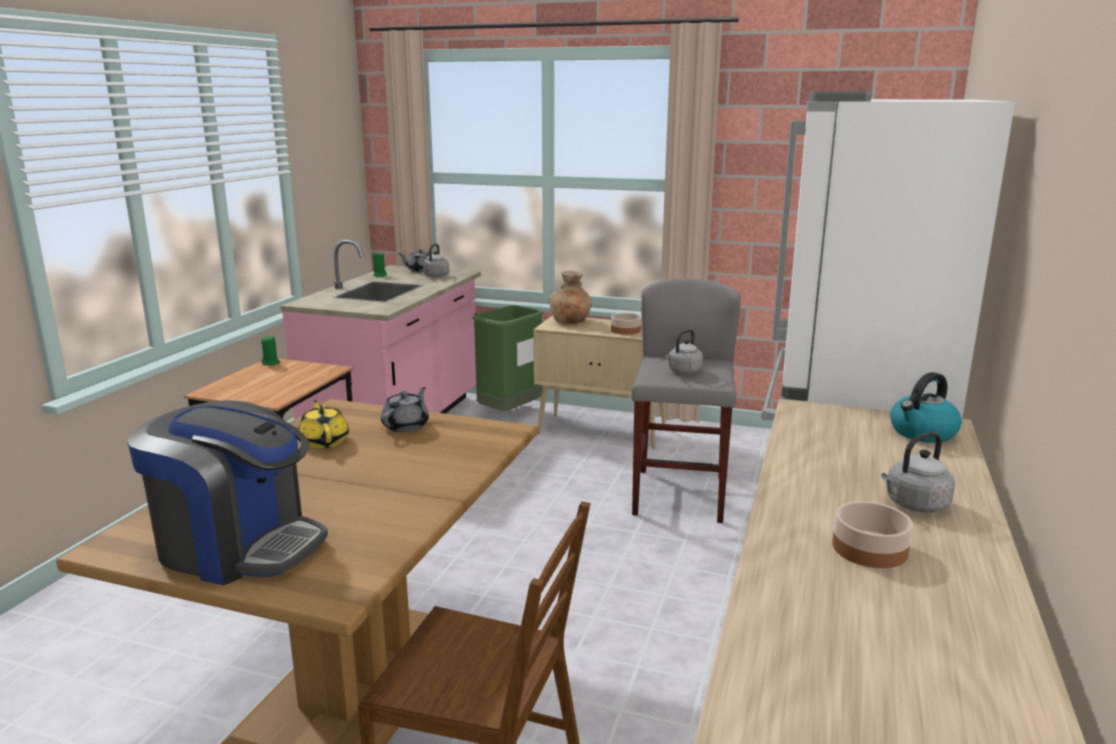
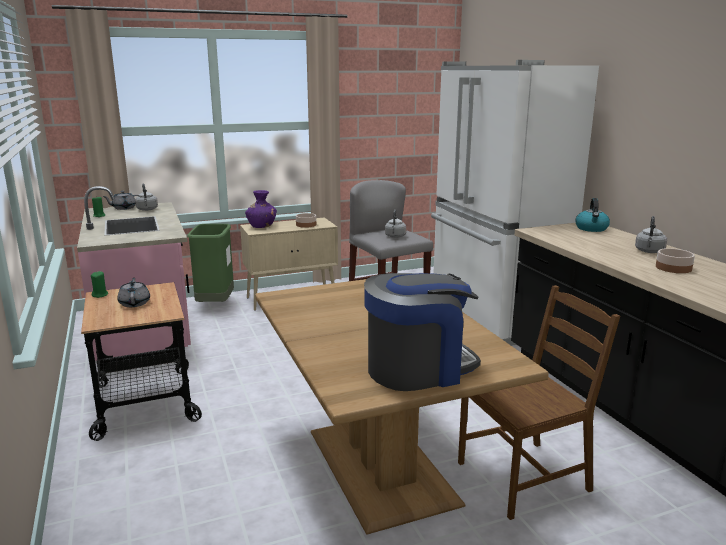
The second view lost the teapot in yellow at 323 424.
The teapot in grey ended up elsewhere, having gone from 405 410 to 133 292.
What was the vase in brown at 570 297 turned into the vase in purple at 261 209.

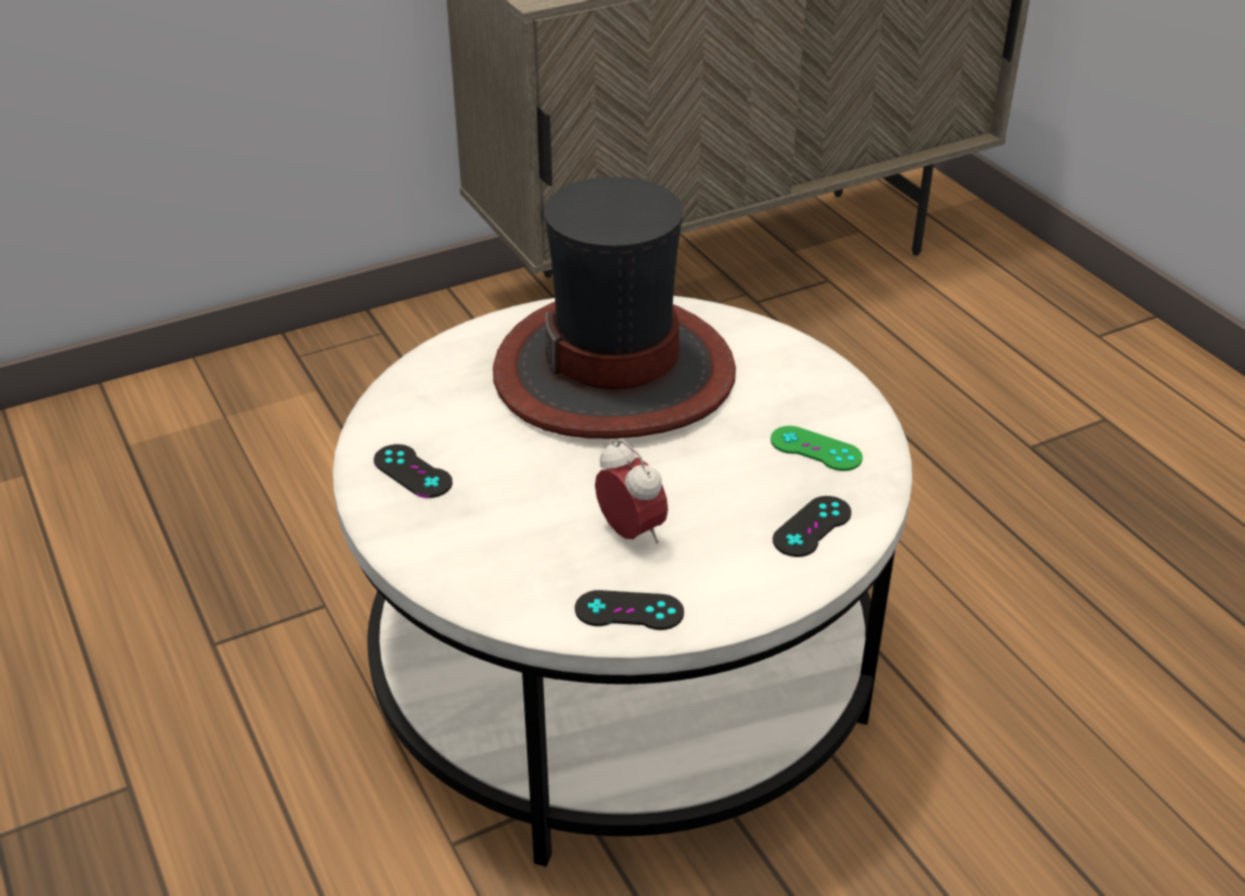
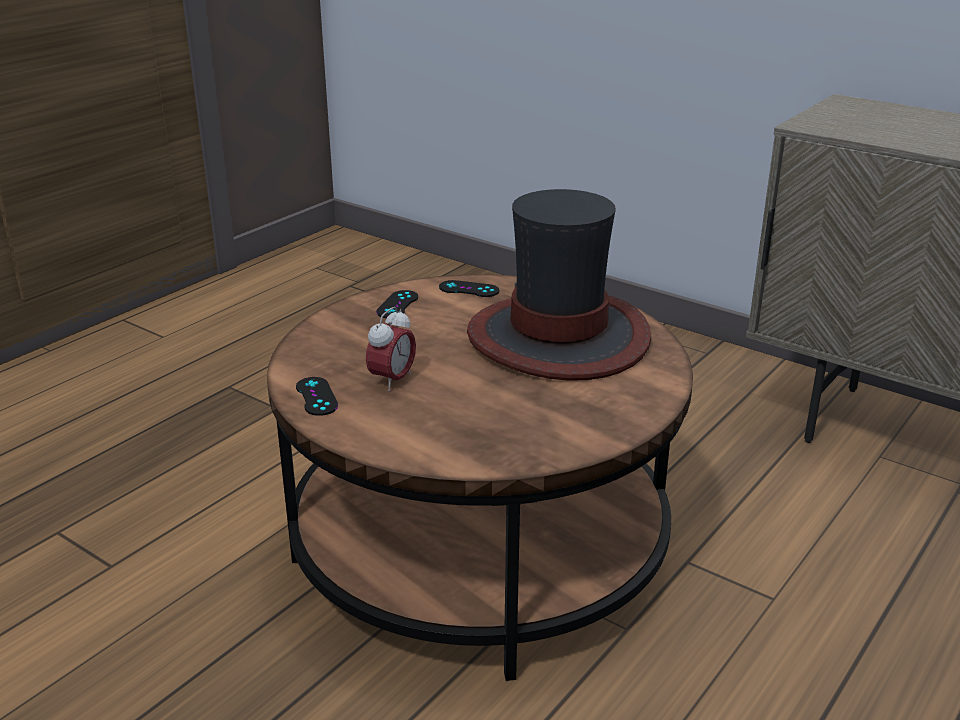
The second view lost the game controller in green at 817 448.
The game controller in black ended up elsewhere, having gone from 811 526 to 469 288.
What was the coffee table in white at 622 581 turned into the coffee table in brown at 480 477.

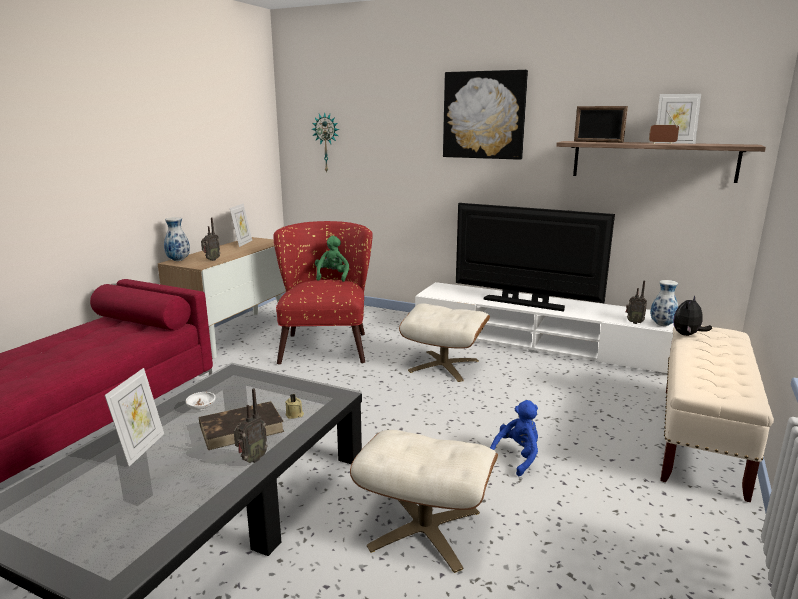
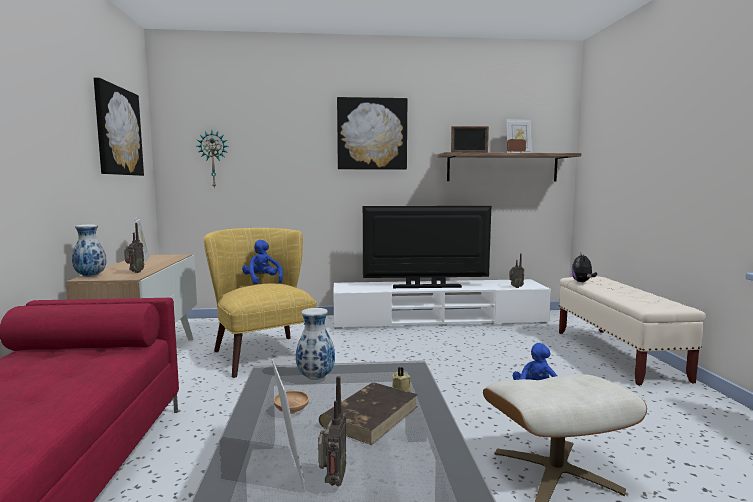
The second view lost the ottoman in beige at 444 342.
The second view gained the picture at 119 127.
The radio ended up elsewhere, having gone from 251 425 to 332 431.
The vase ended up elsewhere, having gone from 664 303 to 315 344.
What was the bowl in white at 201 401 turned into the bowl in brown at 291 402.
What was the armchair in red at 322 293 turned into the armchair in yellow at 260 303.
What was the plush toy in green at 332 259 turned into the plush toy in blue at 262 262.

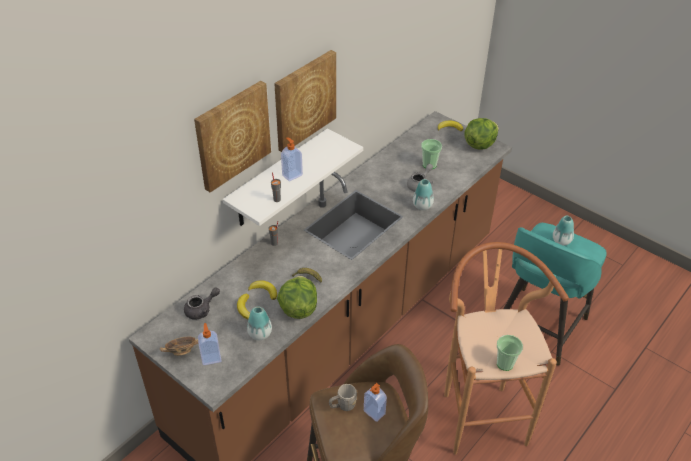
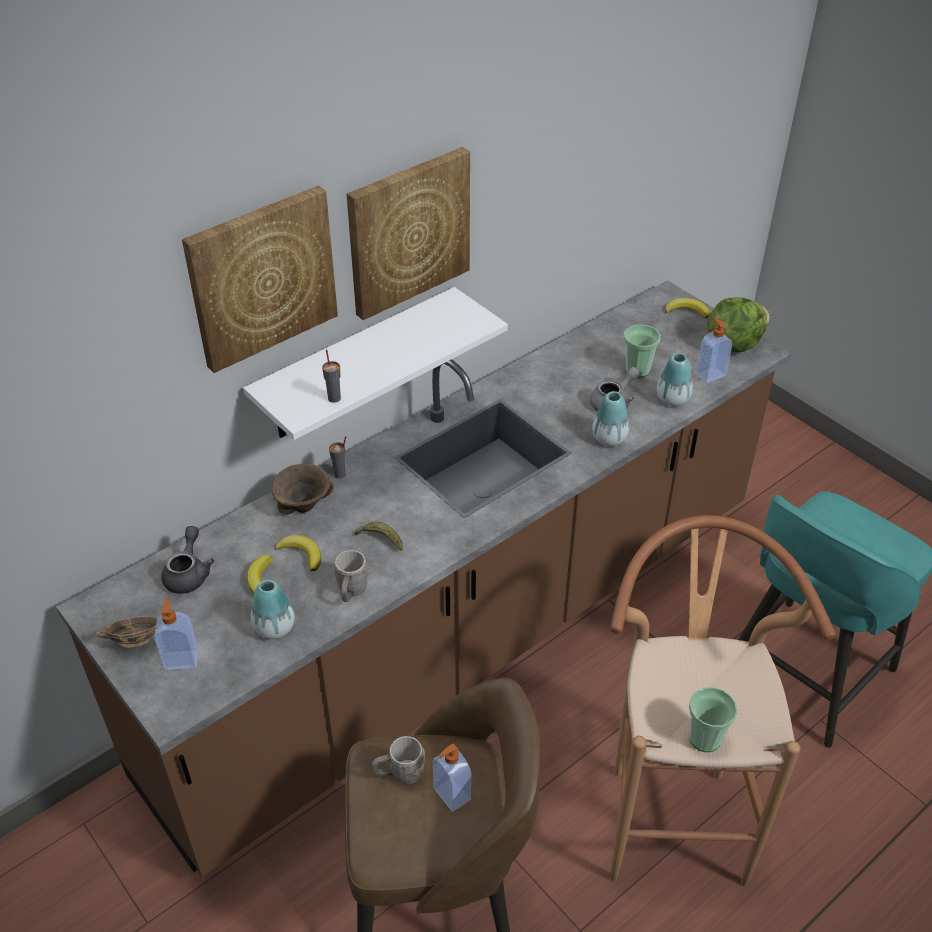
The second view gained the bowl in brown at 303 489.
The soap dispenser ended up elsewhere, having gone from 292 159 to 714 350.
The vase ended up elsewhere, having gone from 563 231 to 675 379.
Where the lettuce stood at 297 297, the mug in grey came to stand at 352 576.
The teapot in grey at 202 303 ended up facing another way, 60 degrees counterclockwise from before.

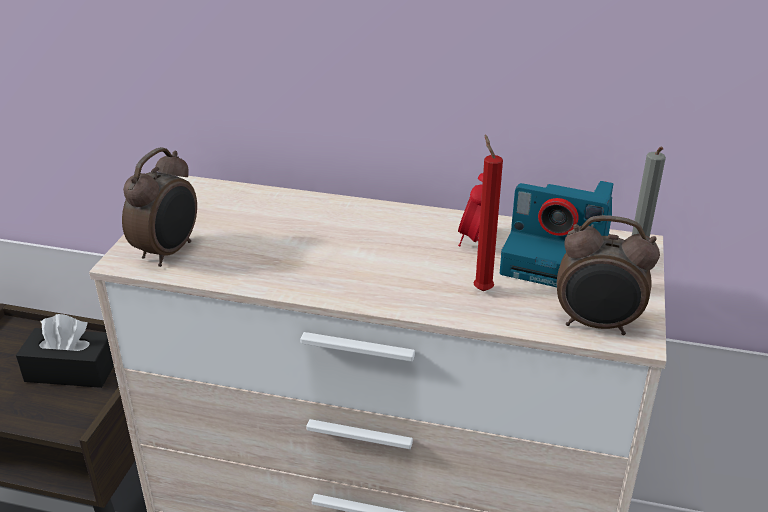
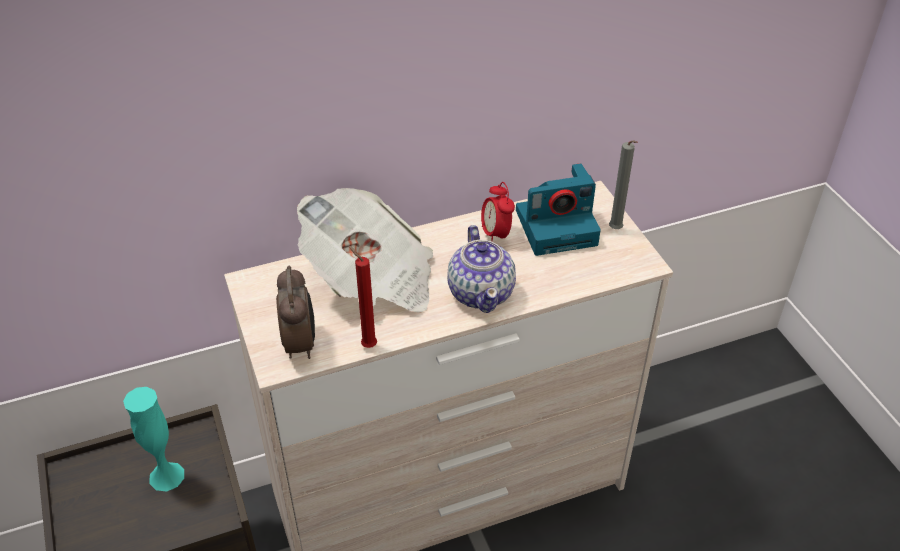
The second view lost the alarm clock at 608 275.
The second view gained the newspaper at 365 250.
The second view gained the teapot at 481 269.
The candle in red ended up elsewhere, having gone from 488 213 to 363 297.
Where the tissue box in black stood at 65 351, the vase in turquoise came to stand at 153 439.

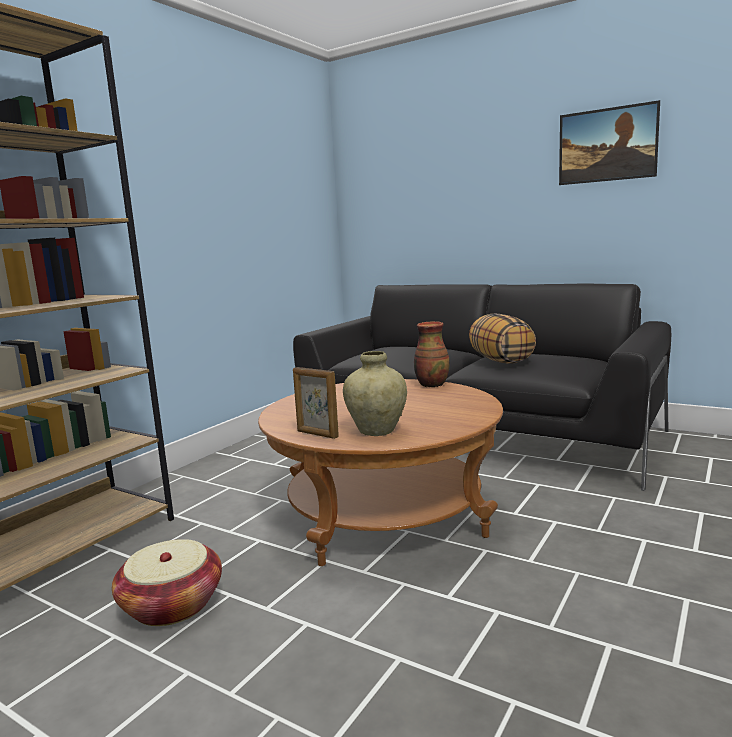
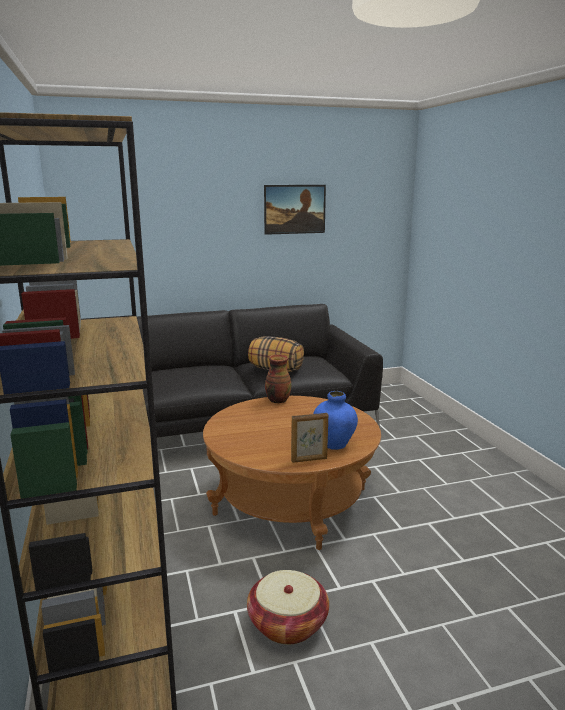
What was the vase in beige at 375 393 turned into the vase in blue at 335 420.

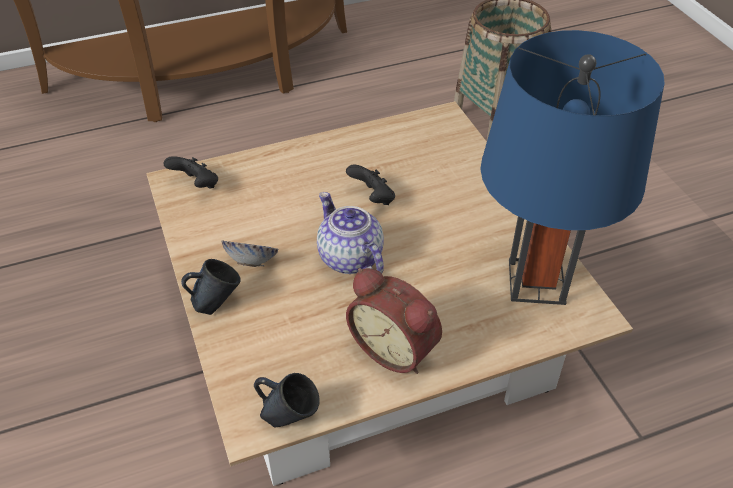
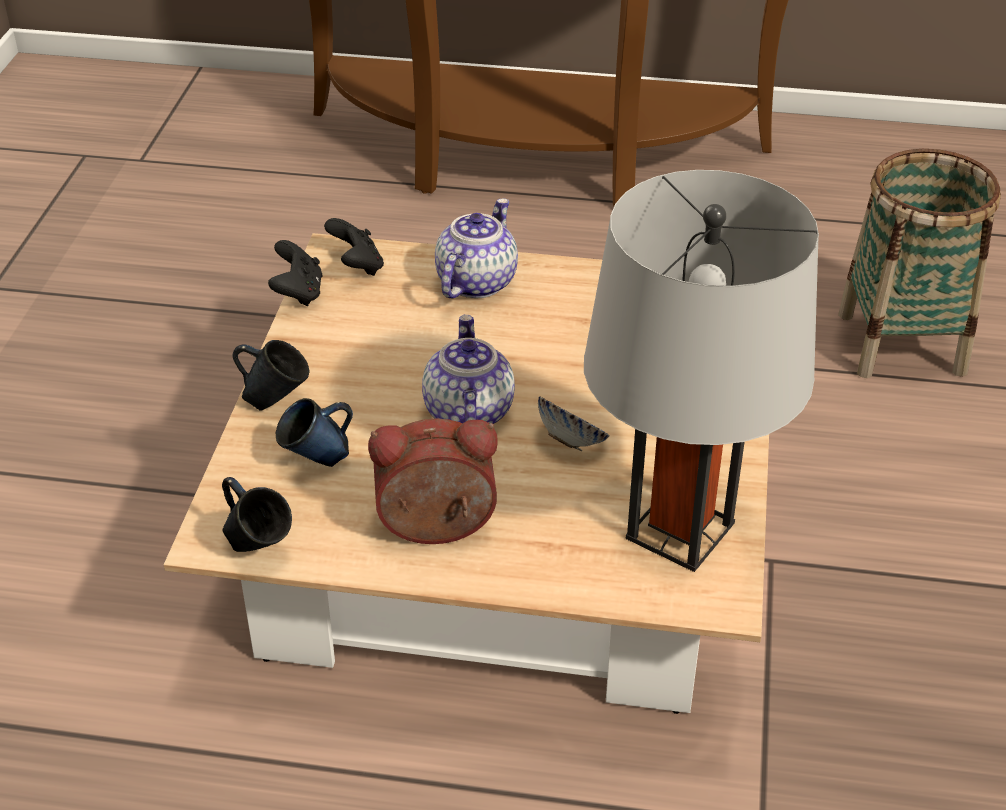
The second view gained the mug in blue at 314 432.
The second view gained the teapot at 476 248.
The bowl ended up elsewhere, having gone from 250 254 to 574 423.
The game controller in black ended up elsewhere, having gone from 370 185 to 295 273.
What was the table lamp in blue at 572 167 turned into the table lamp in grey at 701 371.
The alarm clock at 394 321 ended up facing another way, 105 degrees clockwise from before.

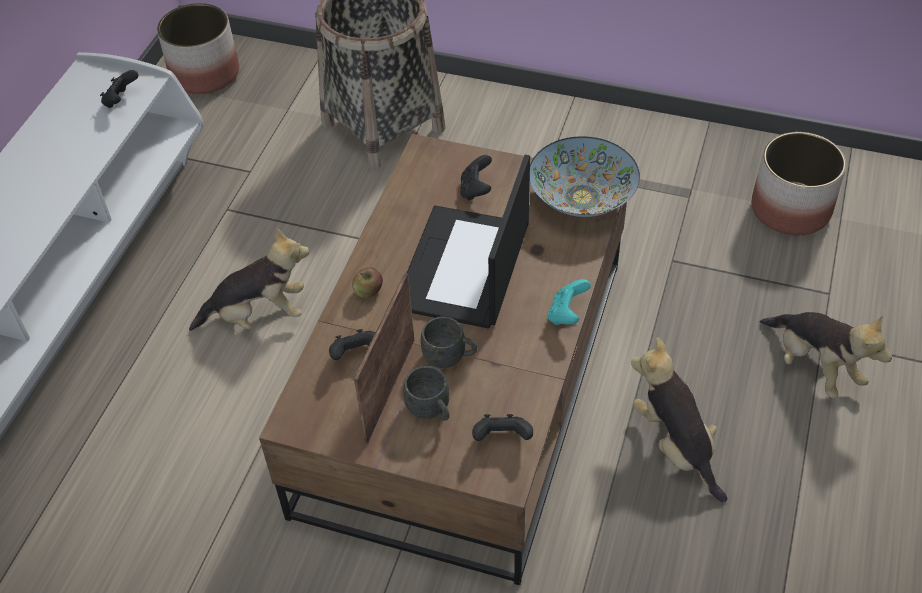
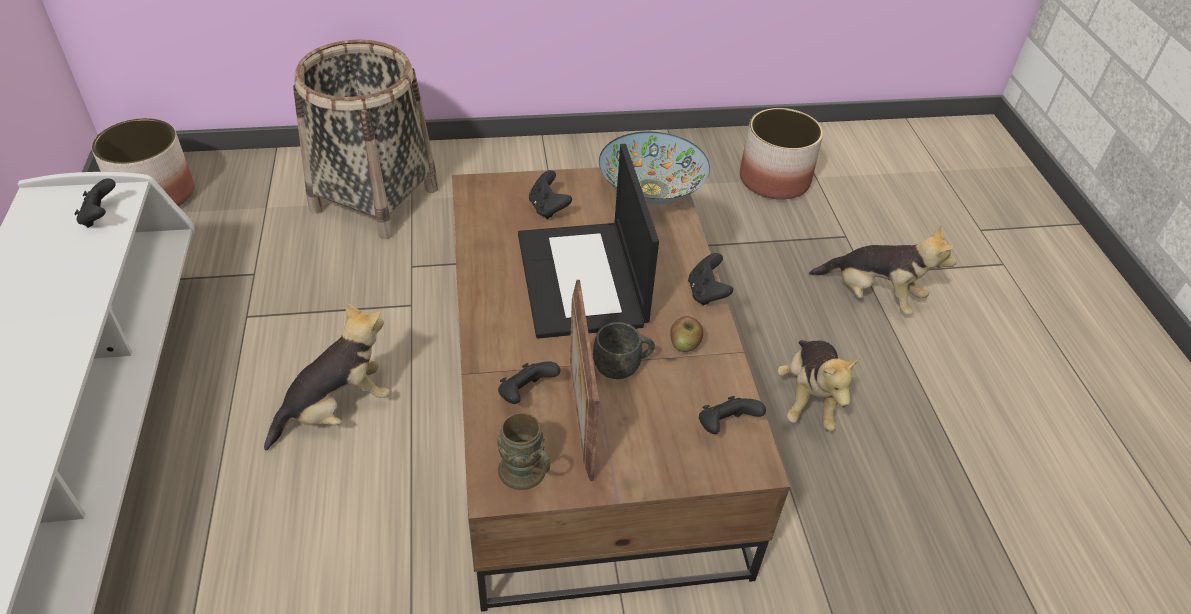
The second view lost the mug in grey at 426 393.
The second view gained the mug in brown at 523 451.
The apple ended up elsewhere, having gone from 367 283 to 686 334.
What was the game controller in turquoise at 569 302 turned into the game controller in black at 710 279.
The plush toy at 679 420 ended up facing another way, 120 degrees counterclockwise from before.

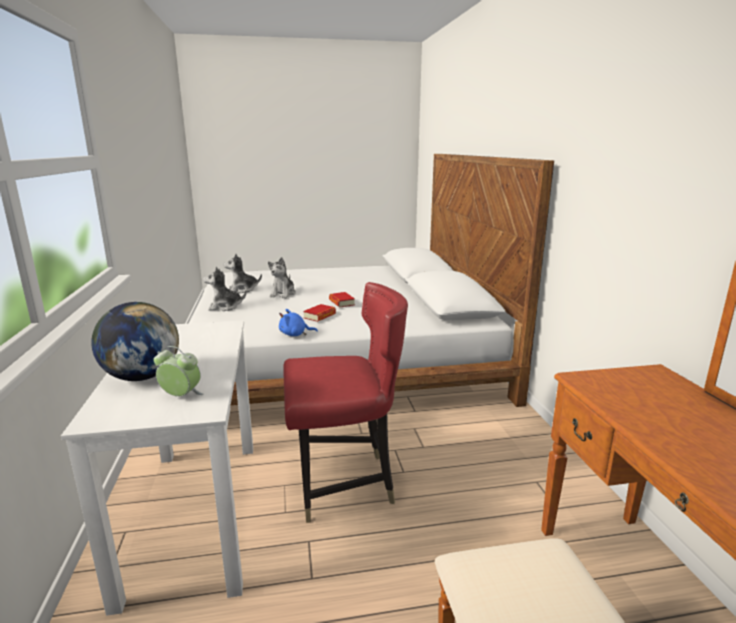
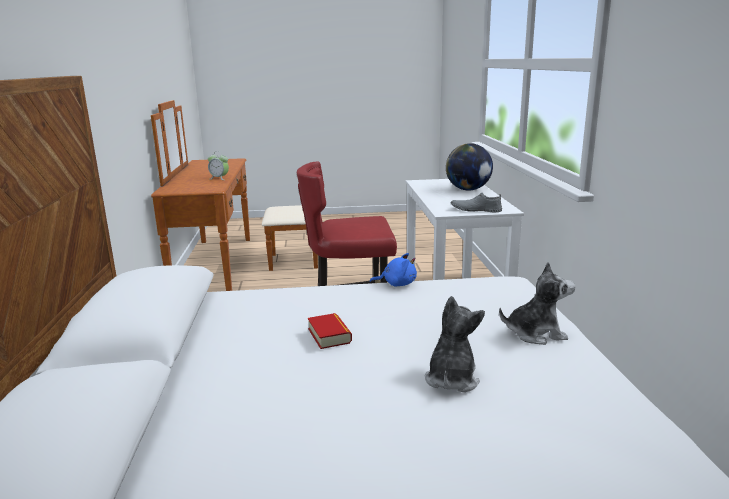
The second view lost the plush toy at 242 273.
The second view lost the book at 319 313.
The second view gained the shoe in grey at 476 202.
The alarm clock ended up elsewhere, having gone from 178 371 to 218 165.

